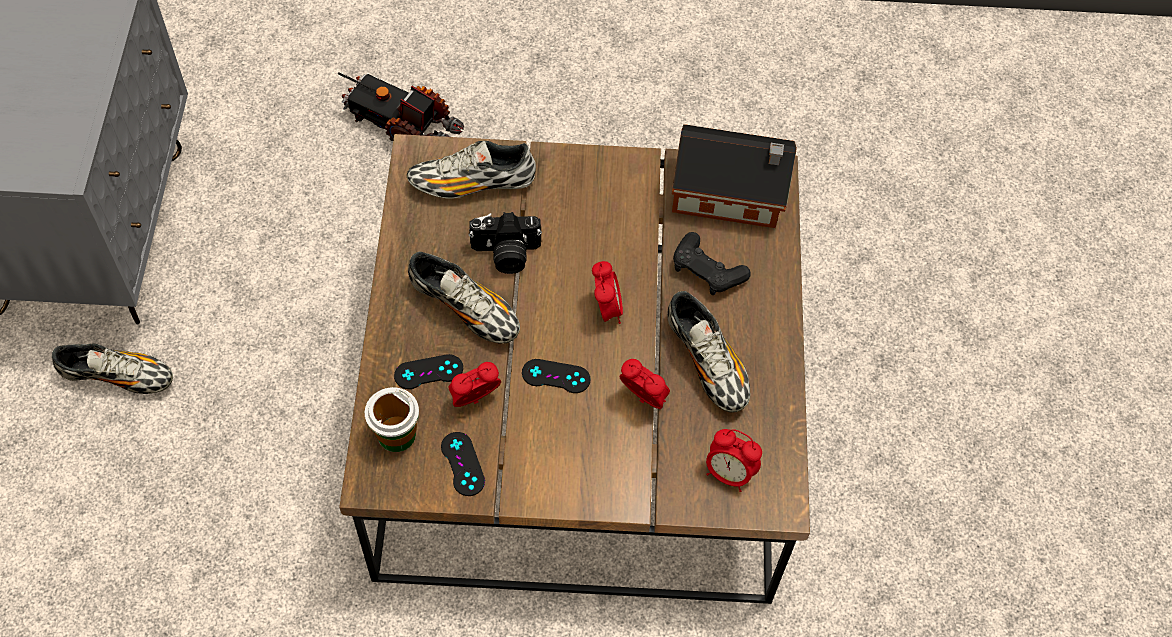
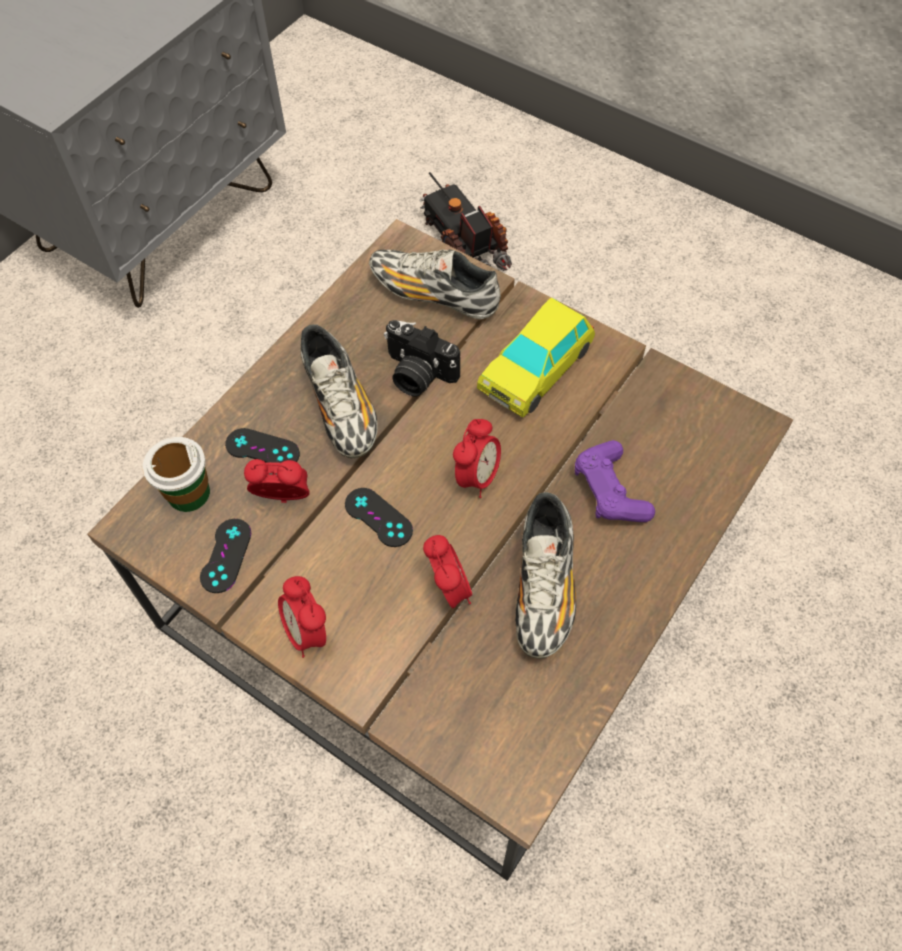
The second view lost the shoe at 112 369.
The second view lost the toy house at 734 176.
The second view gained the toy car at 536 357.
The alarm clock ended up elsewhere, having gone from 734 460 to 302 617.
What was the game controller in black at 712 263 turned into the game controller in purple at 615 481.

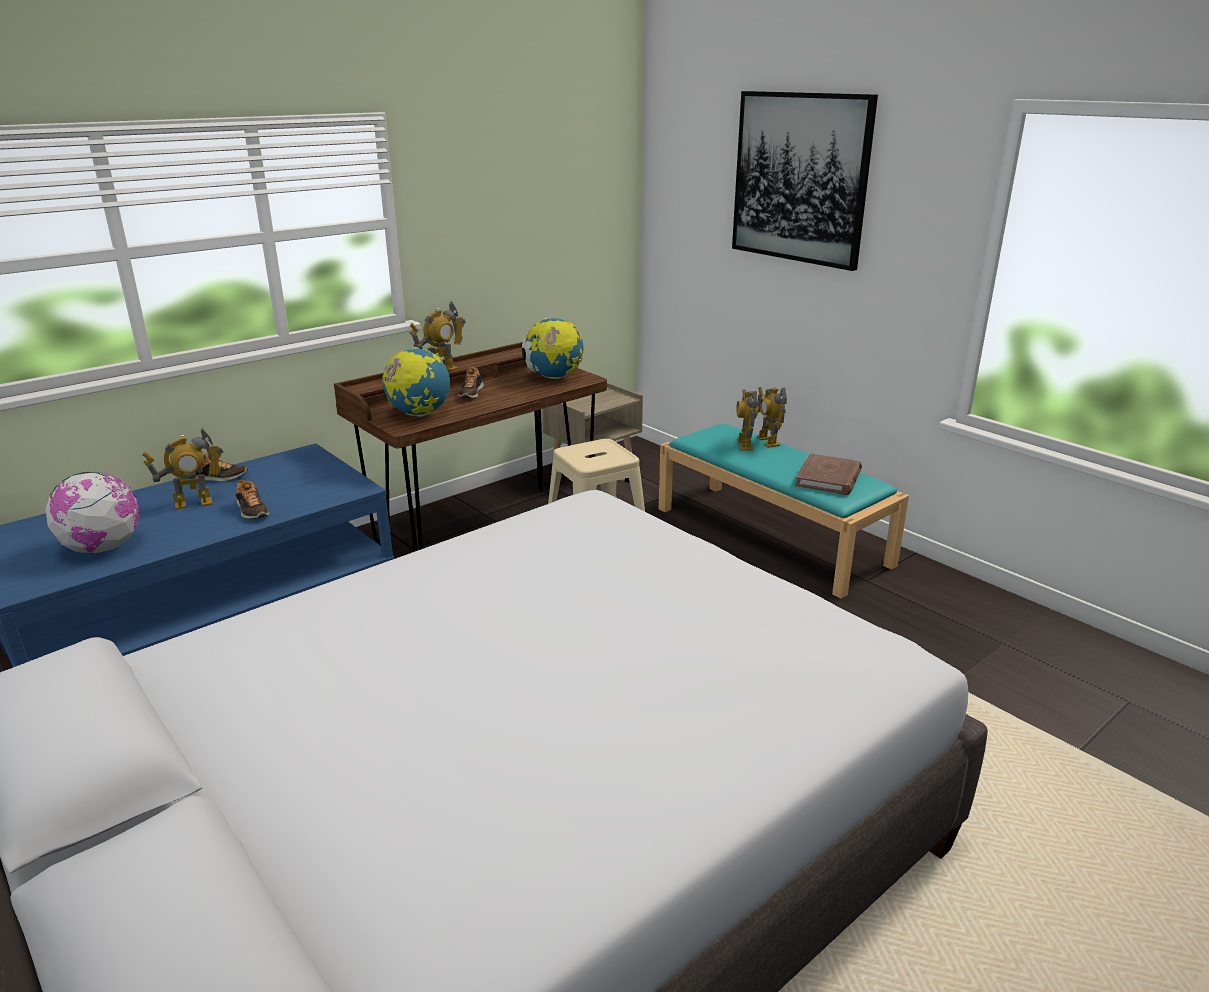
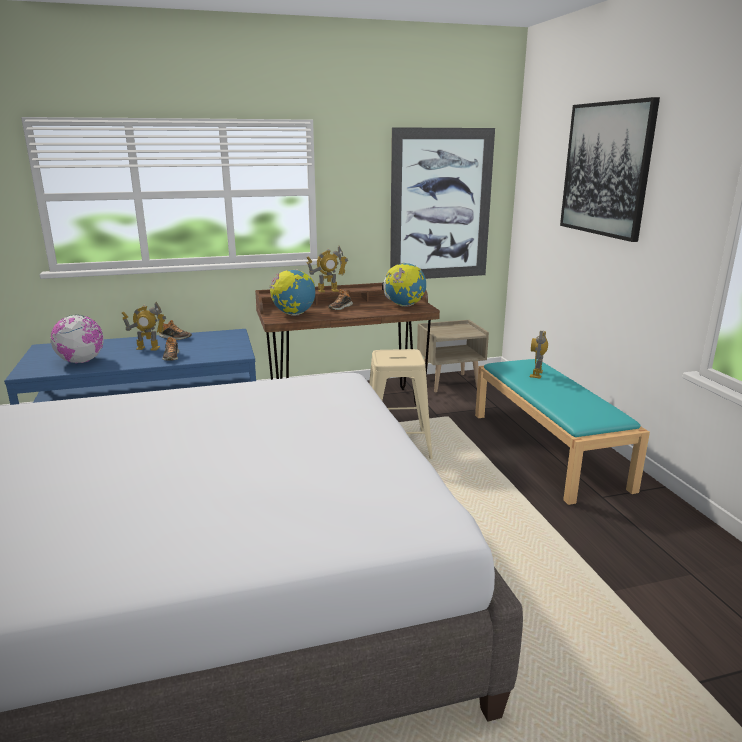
The second view lost the toy robot at 772 417.
The second view lost the book in brown at 828 474.
The second view gained the picture at 442 203.

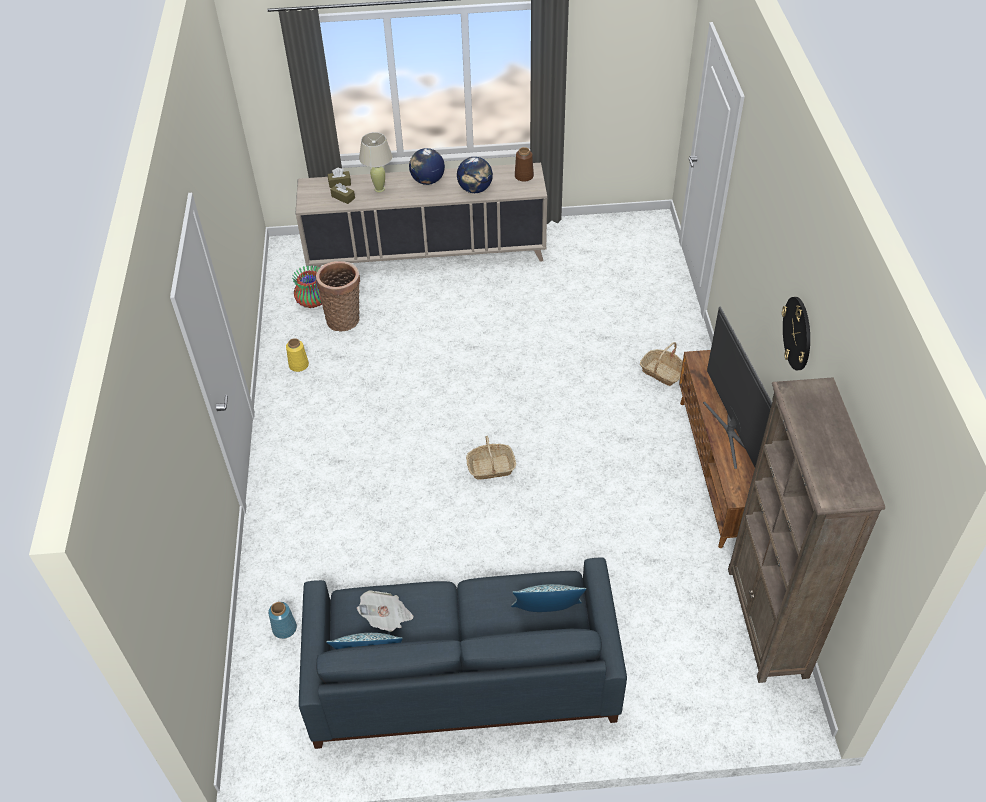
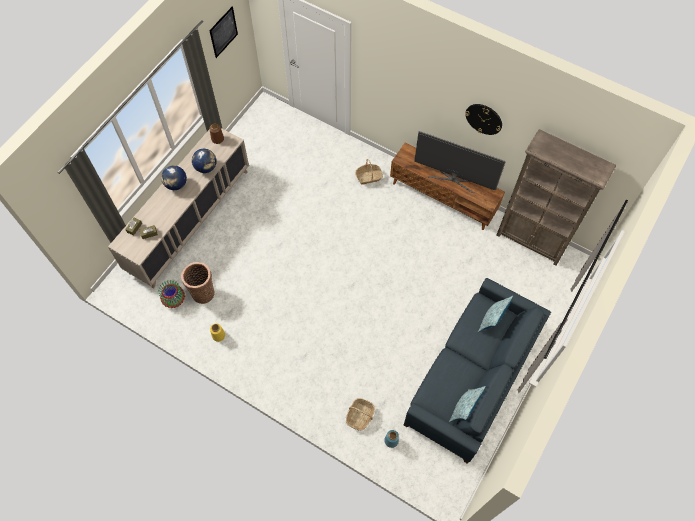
The second view lost the newspaper at 385 611.
The second view lost the table lamp in beige at 375 162.
The second view gained the picture at 223 32.
The basket ended up elsewhere, having gone from 491 458 to 360 414.

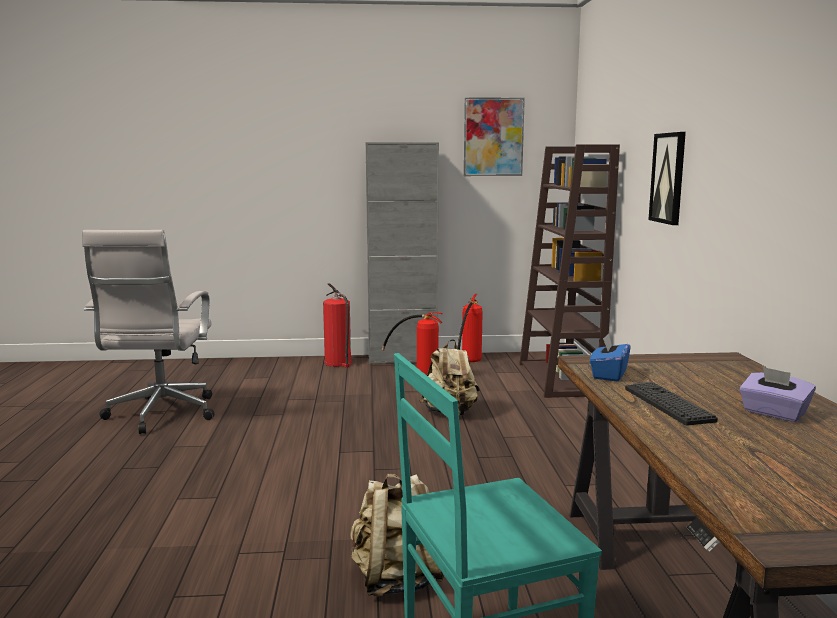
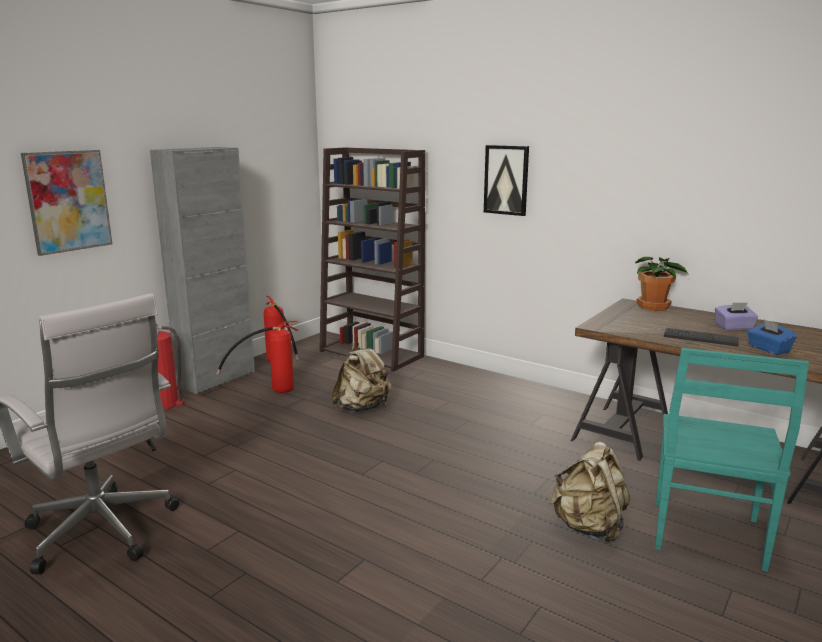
The second view gained the potted plant at 662 284.
The picture ended up elsewhere, having gone from 494 136 to 67 203.
The tissue box in blue ended up elsewhere, having gone from 610 357 to 772 337.

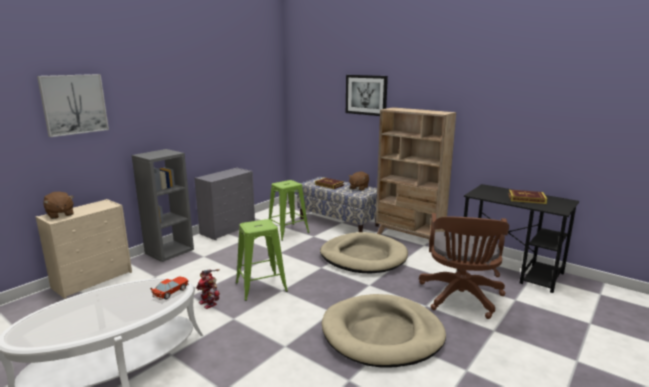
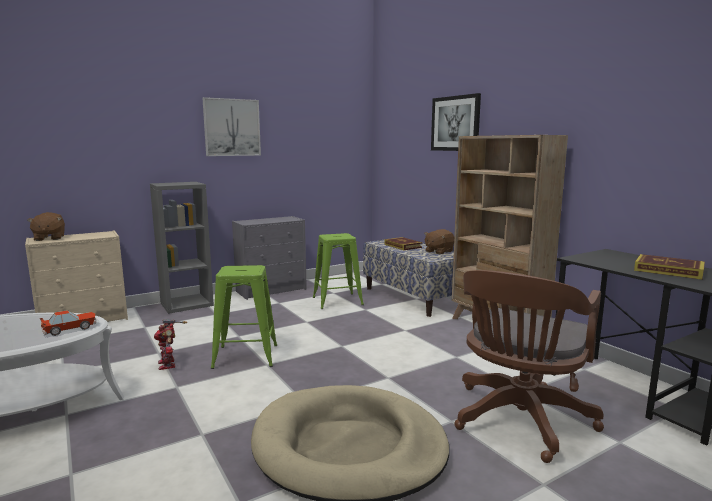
The second view lost the dog bed in beige at 364 252.
The picture ended up elsewhere, having gone from 73 105 to 231 126.

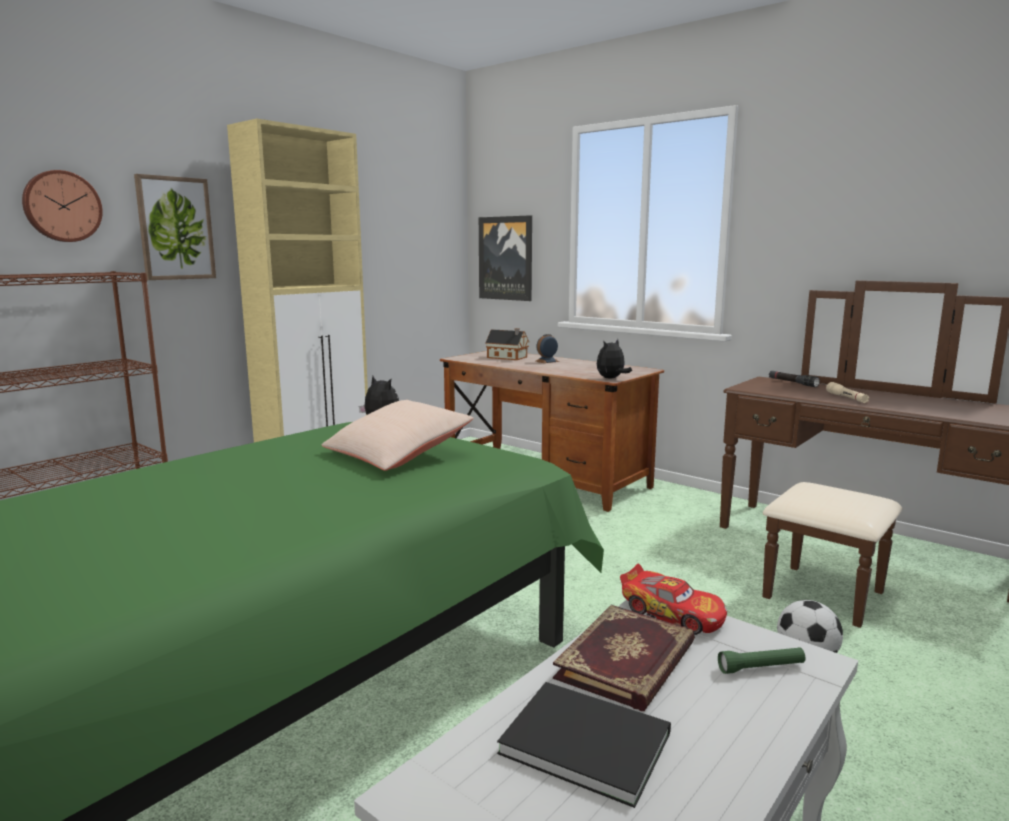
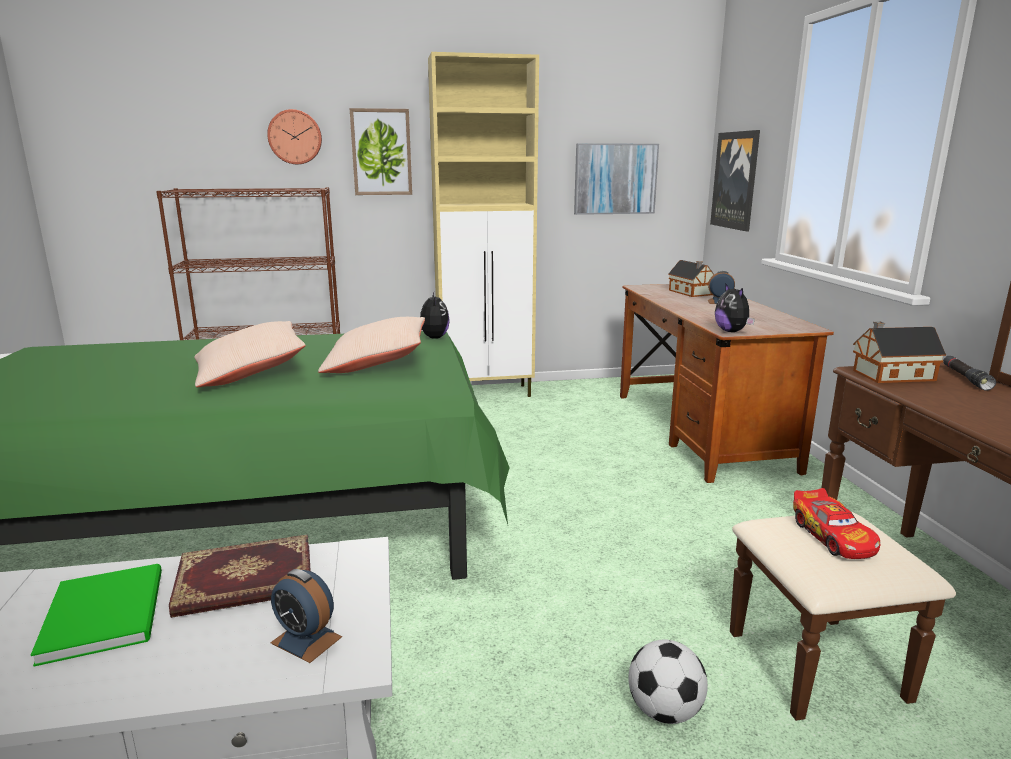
The second view lost the flashlight in beige at 847 392.
The second view gained the pillow in beige at 250 354.
The second view gained the picture at 616 179.
The second view gained the toy house at 899 352.
The toy car ended up elsewhere, having gone from 673 599 to 836 523.
Where the flashlight in green stood at 761 660, the alarm clock came to stand at 306 616.
What was the book in black at 584 745 turned into the book in green at 96 615.
The plush toy at 614 359 ended up facing another way, 105 degrees counterclockwise from before.

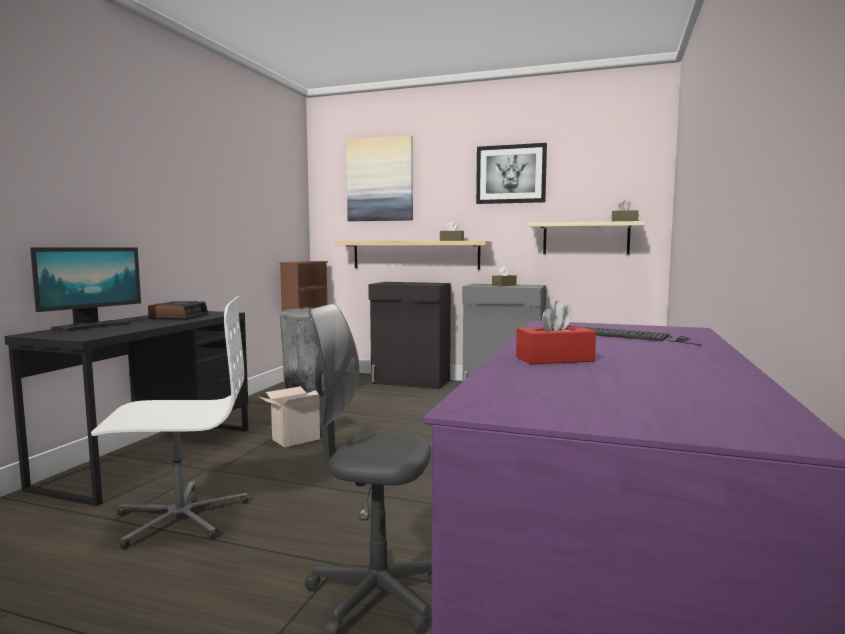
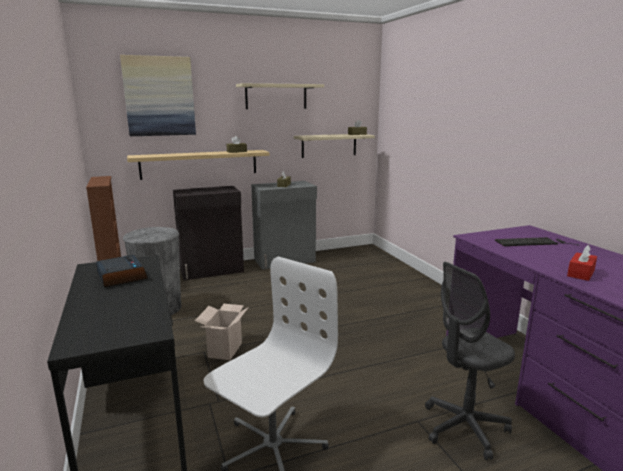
The second view lost the monitor at 85 289.
Where the picture hung at 511 173, the shelf in beige came to hang at 280 96.

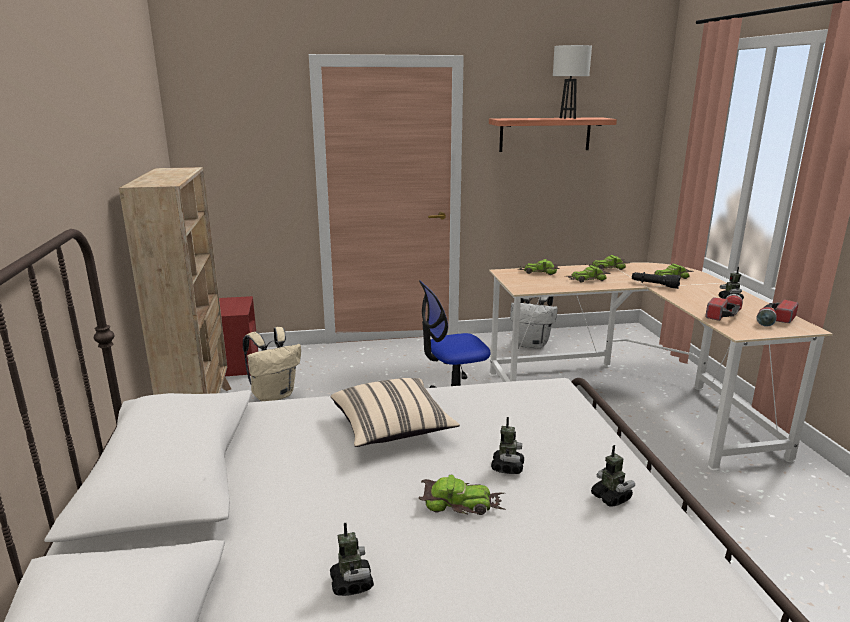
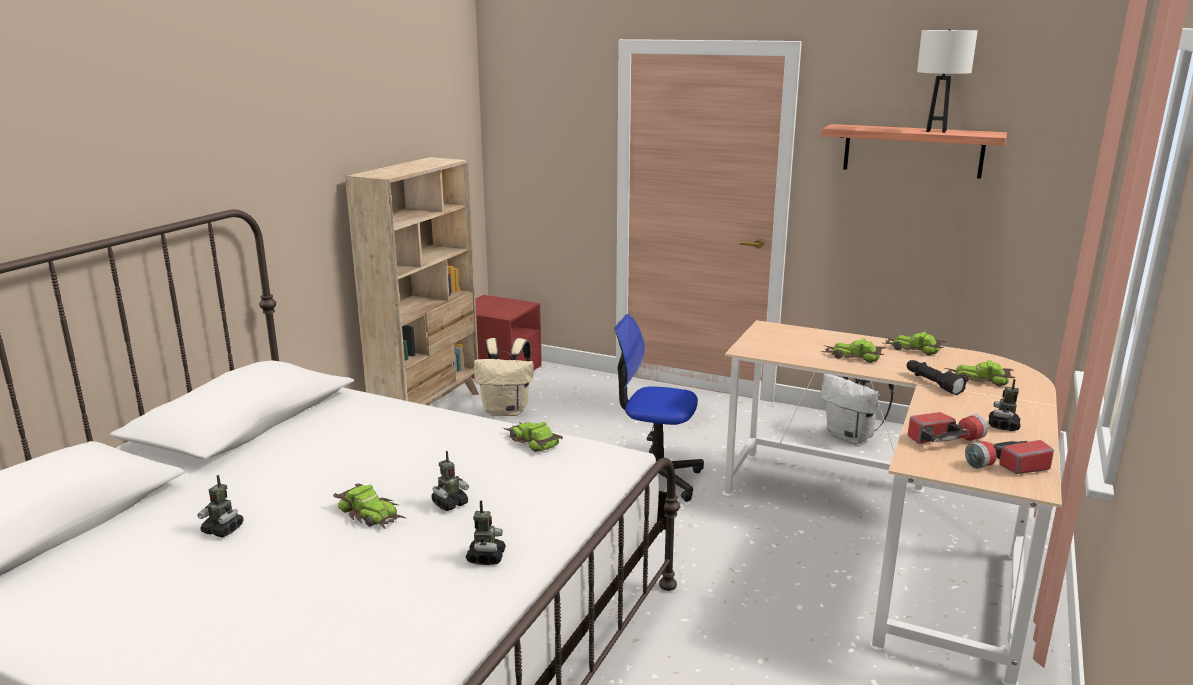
The second view lost the pillow in beige at 395 412.
The toy car ended up elsewhere, having gone from 538 267 to 533 437.
The toy robot at 352 559 ended up facing another way, 90 degrees clockwise from before.

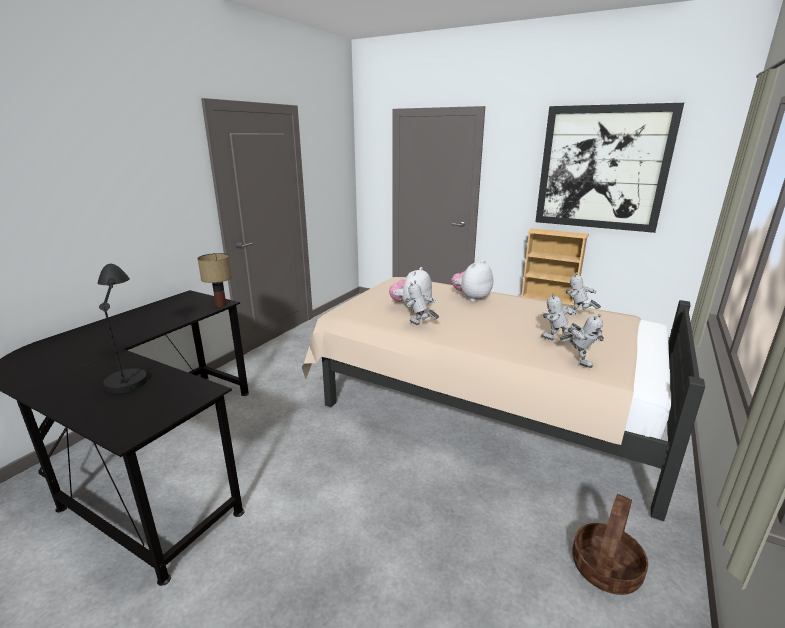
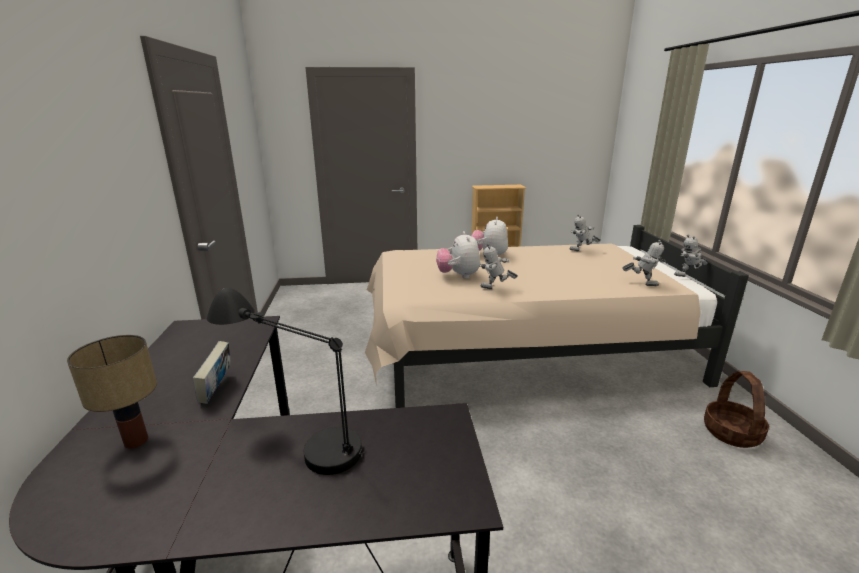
The second view lost the picture at 609 168.
The second view gained the book at 211 372.
The table lamp ended up elsewhere, having gone from 214 280 to 112 392.
The toy robot ended up elsewhere, having gone from 561 316 to 691 256.

